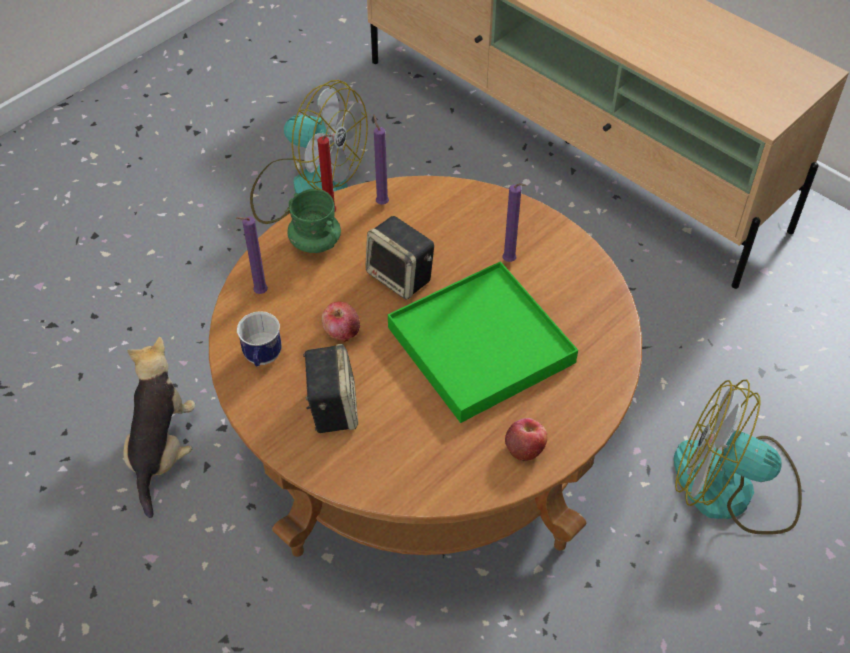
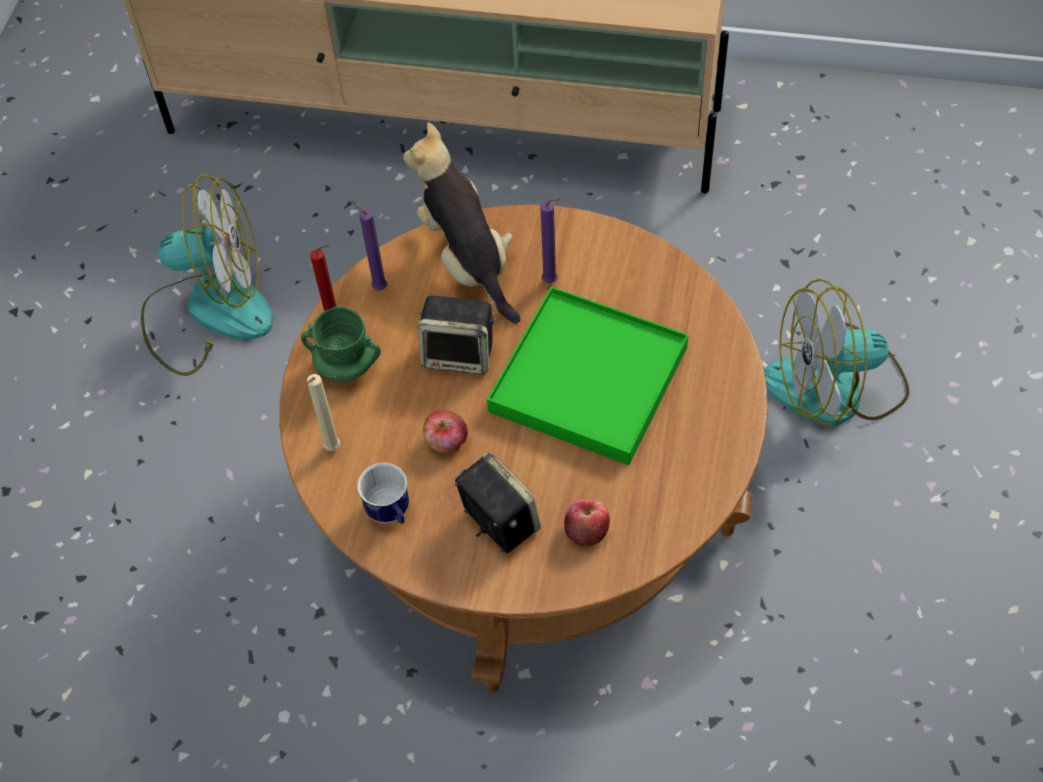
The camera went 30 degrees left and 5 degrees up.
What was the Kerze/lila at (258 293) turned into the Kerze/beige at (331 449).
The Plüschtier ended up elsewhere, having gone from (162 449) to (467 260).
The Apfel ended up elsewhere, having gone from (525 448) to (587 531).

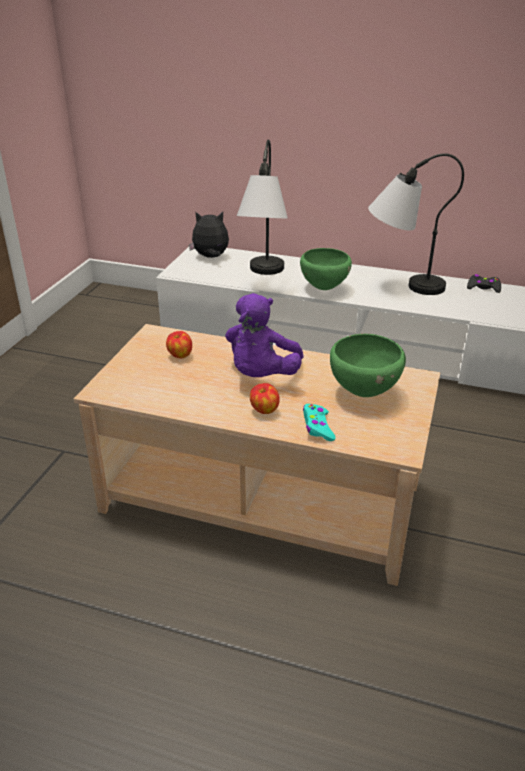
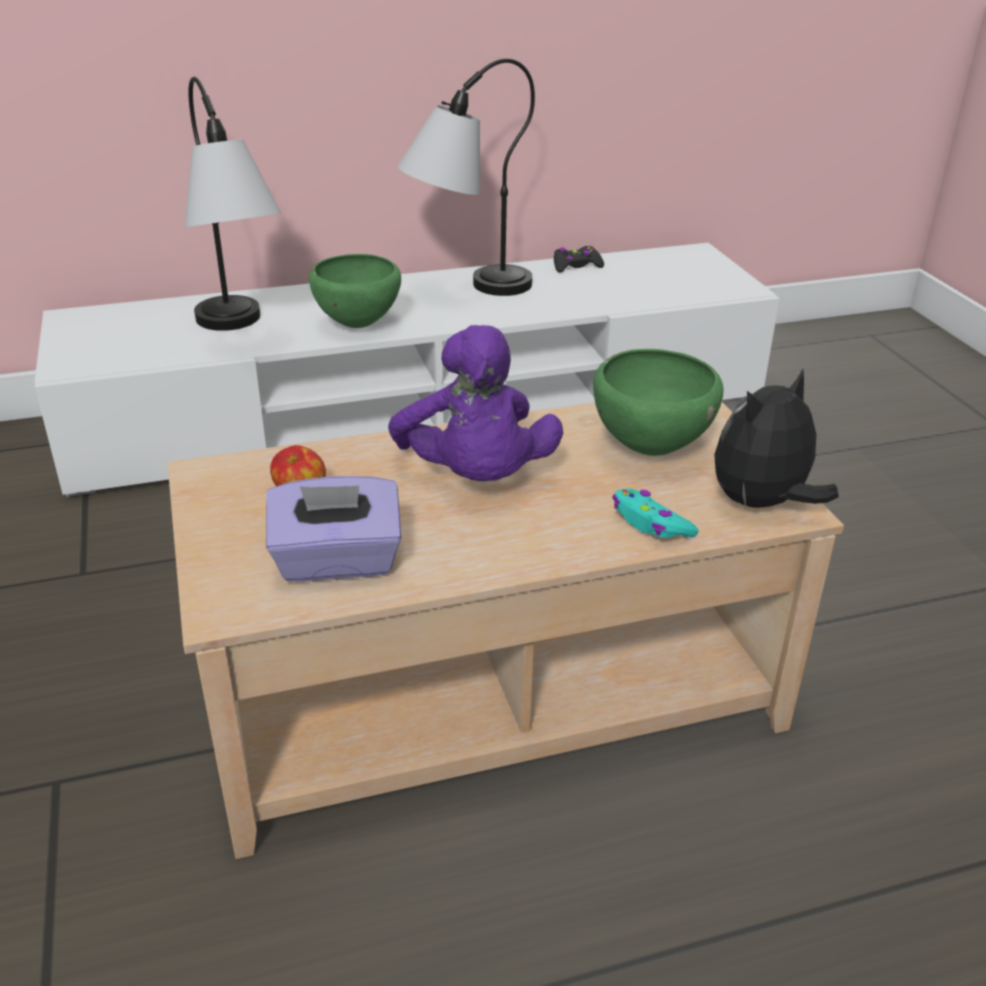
The camera went 35 degrees left and 0 degrees up.
The Plüschtier ended up elsewhere, having gone from (211 257) to (762 504).
The second view lost the Apfel at (264 410).
The second view gained the Taschentuchbox/lila at (337 562).

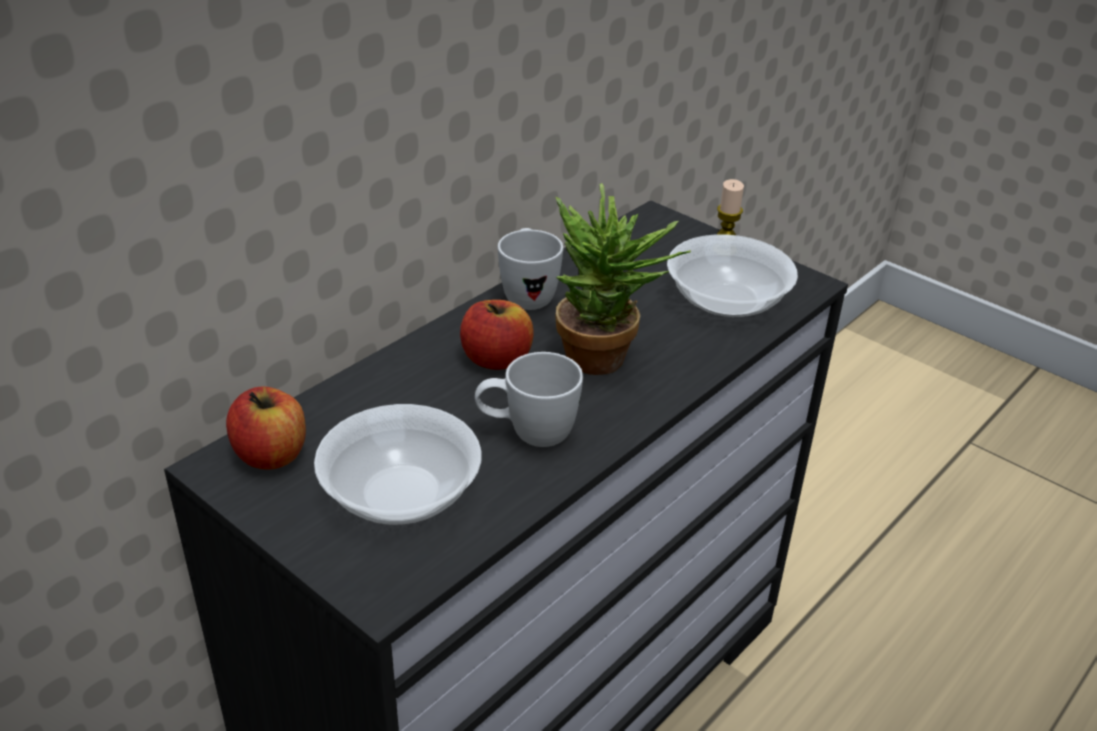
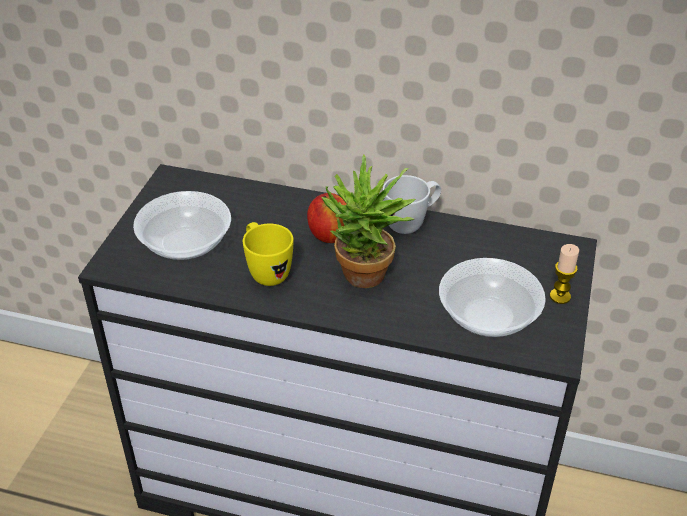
The camera went 65 degrees right and 5 degrees up.
What was the Henkelbecher/weiß at (527 435) turned into the Henkelbecher/gelb at (266 271).
The second view lost the Apfel at (271 455).

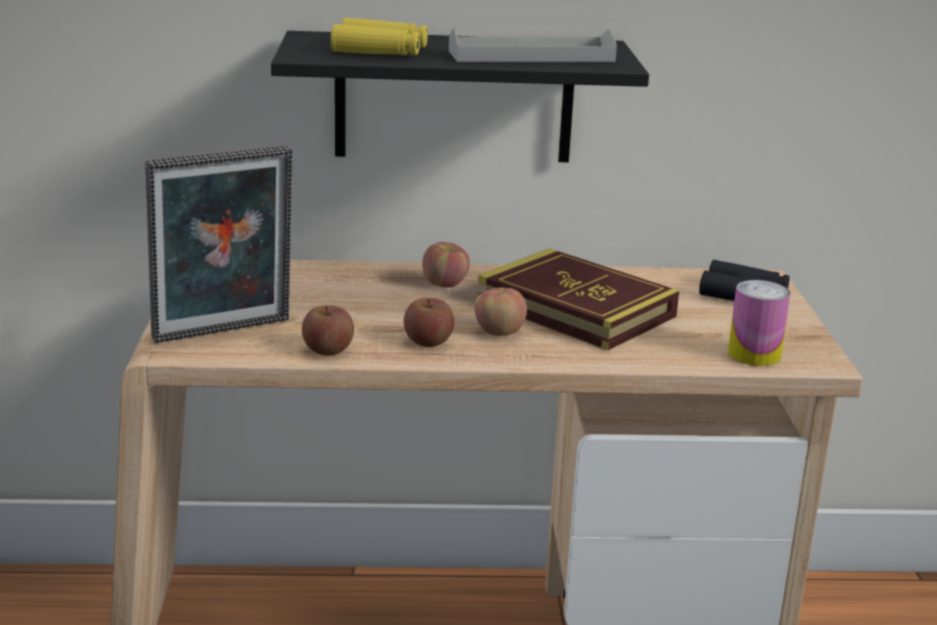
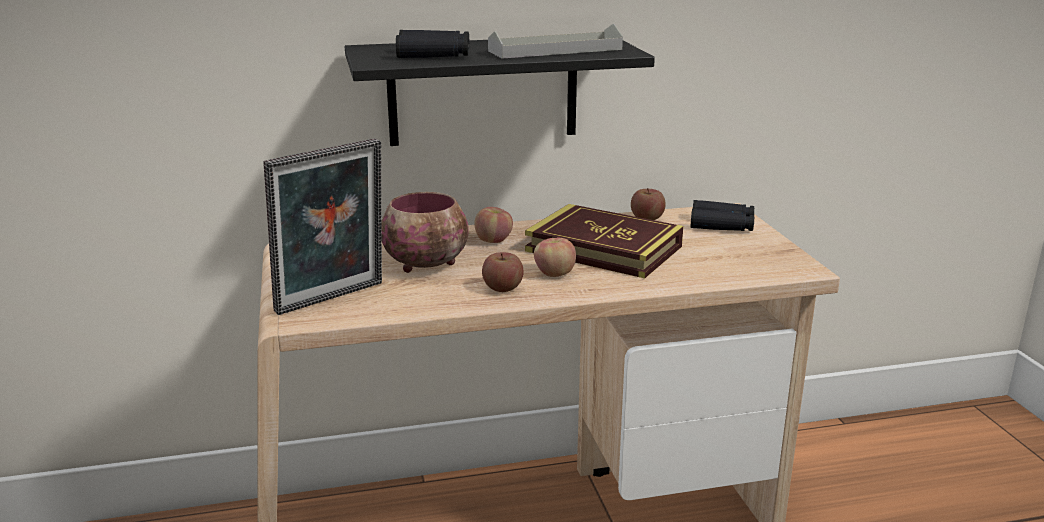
The camera went 10 degrees left and 0 degrees up.
What was the Fernglas/gelb at (380 50) turned into the Fernglas/schwarz at (434 54).
The second view lost the Dose at (754 354).
The Apfel ended up elsewhere, having gone from (328 350) to (647 218).
The second view gained the Schüssel at (428 265).

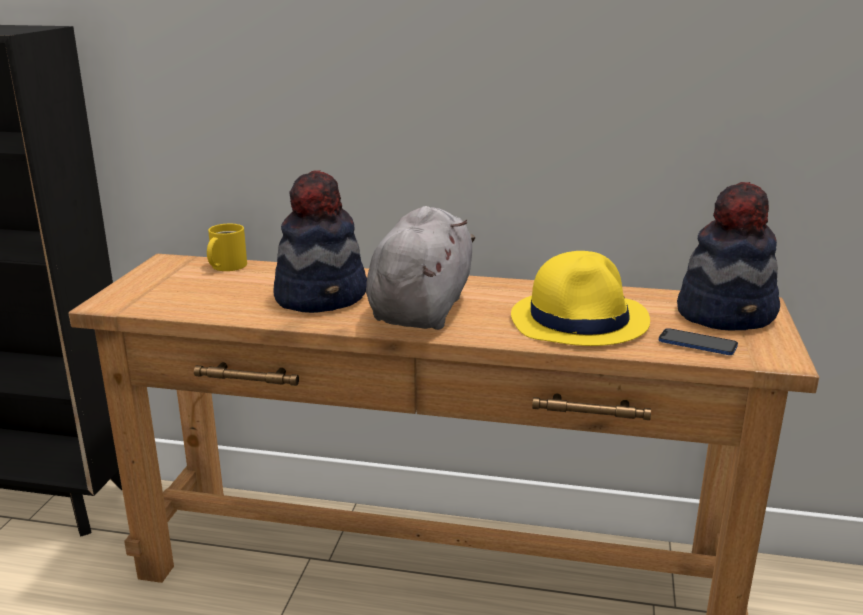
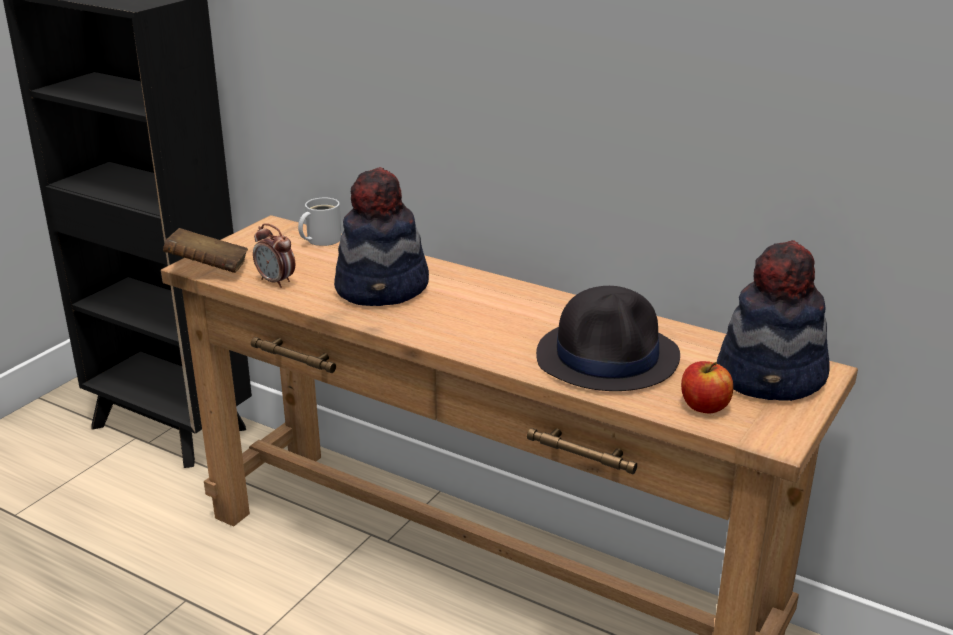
The camera went 20 degrees right and 5 degrees up.
The second view lost the Plüschtier/grau at (422 308).
What was the Henkelbecher/gelb at (226 266) turned into the Henkelbecher/weiß at (320 239).
What was the Hut/gelb at (580 320) turned into the Hut/schwarz at (608 357).
Where the Handy stood at (697 344), the Apfel came to stand at (704 406).
The second view gained the Wecker at (276 282).
The second view gained the Buch/braun at (208 269).

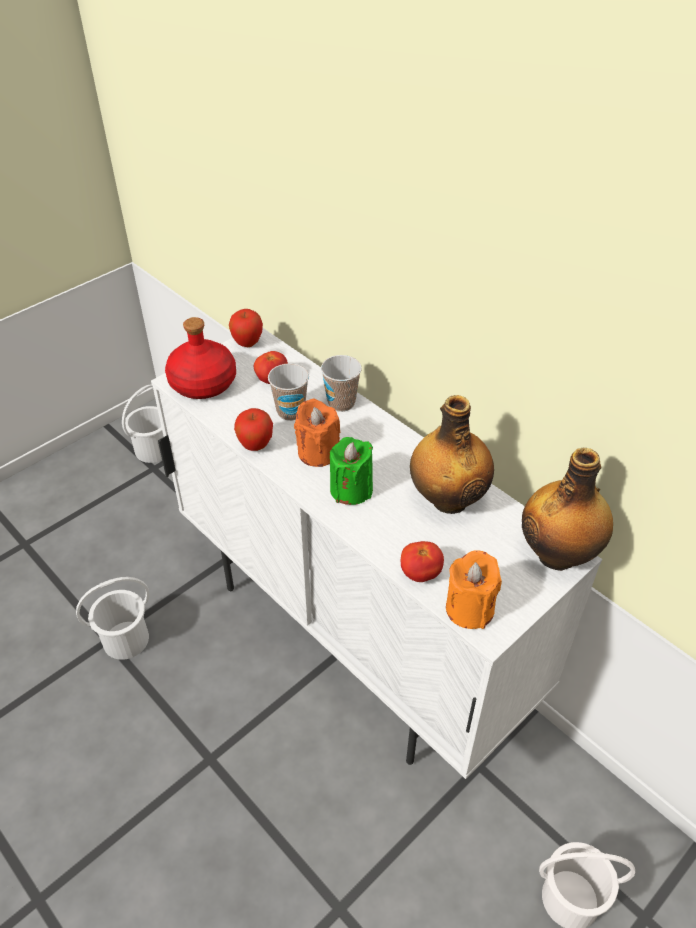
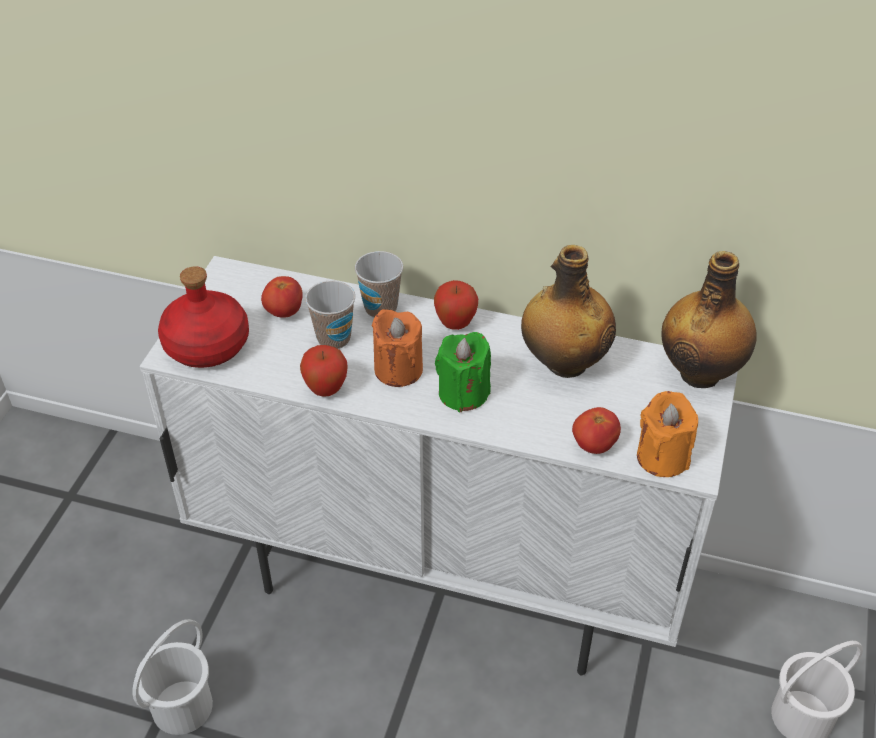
The camera went 30 degrees left and 0 degrees up.
The Apfel ended up elsewhere, having gone from (247 343) to (455 324).
The second view lost the Eimer/weiß at (154 450).

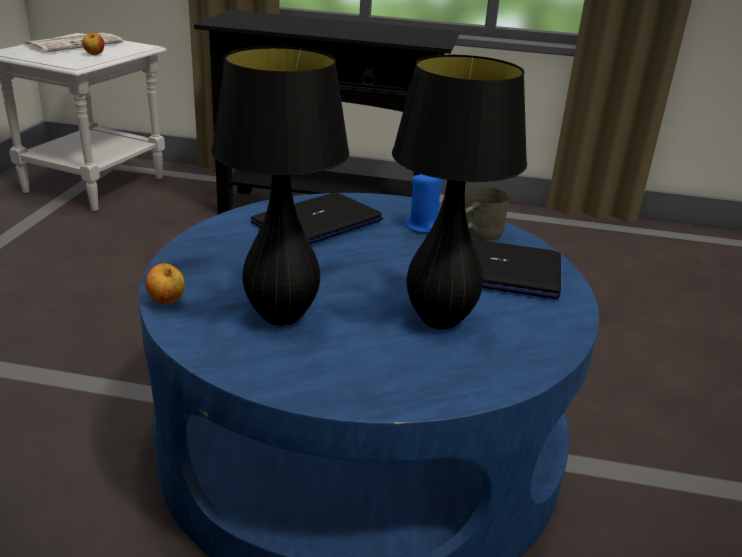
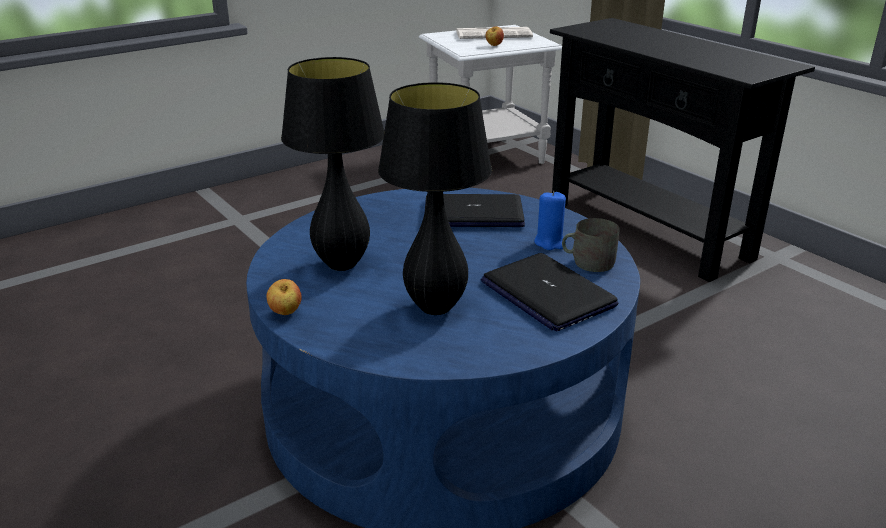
The camera went 45 degrees right and 0 degrees up.
The Apfel ended up elsewhere, having gone from (167 302) to (285 313).

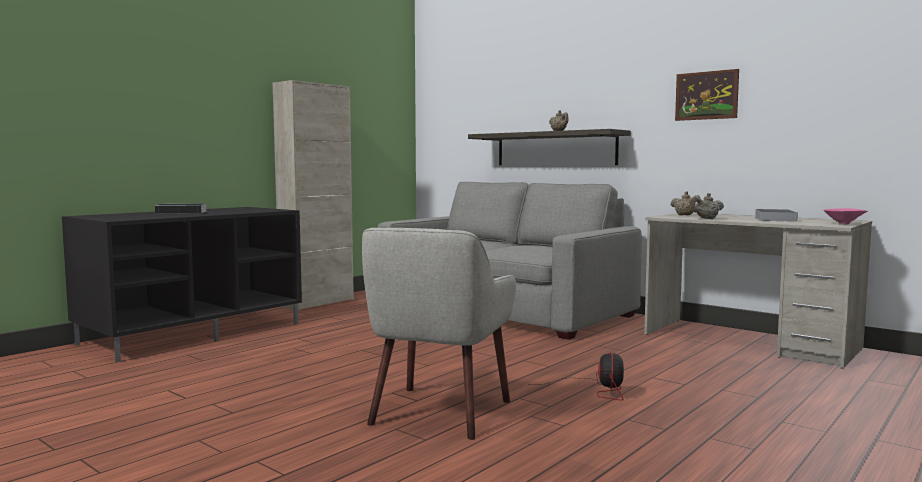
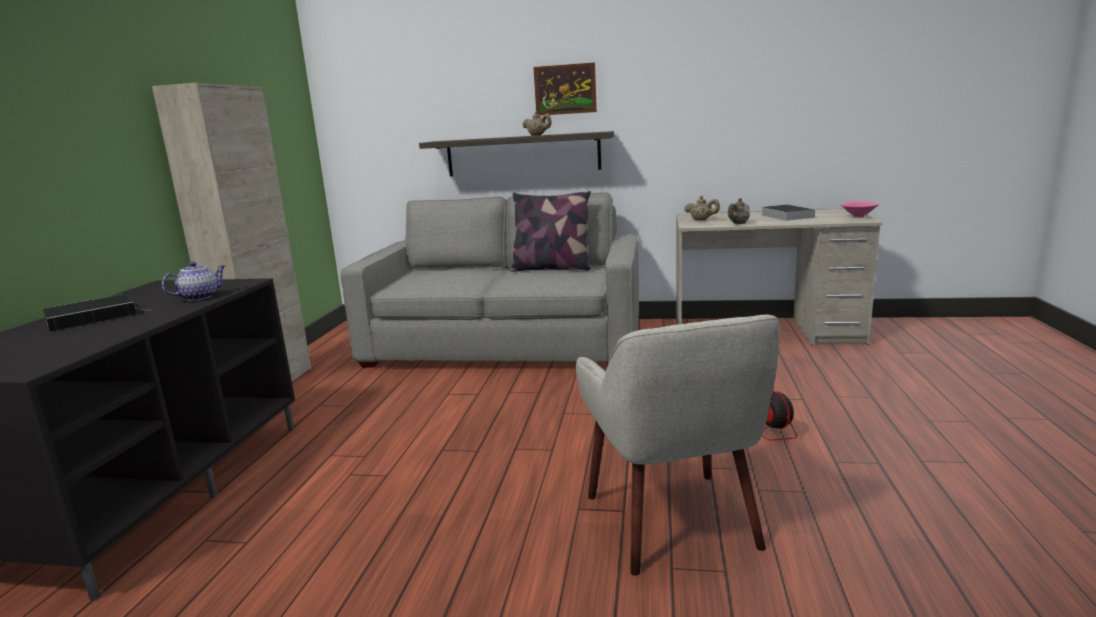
The camera went 30 degrees left and 10 degrees up.
The Bild ended up elsewhere, having gone from (706 95) to (565 89).
The second view gained the Kissen at (551 268).
The second view gained the Teekanne at (200 297).

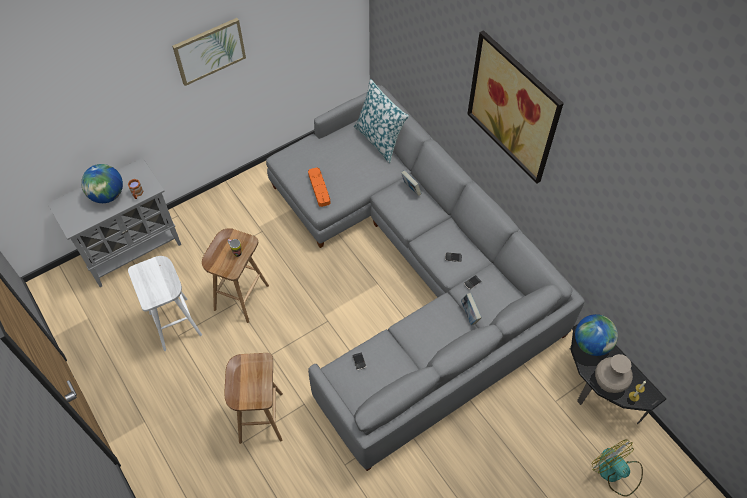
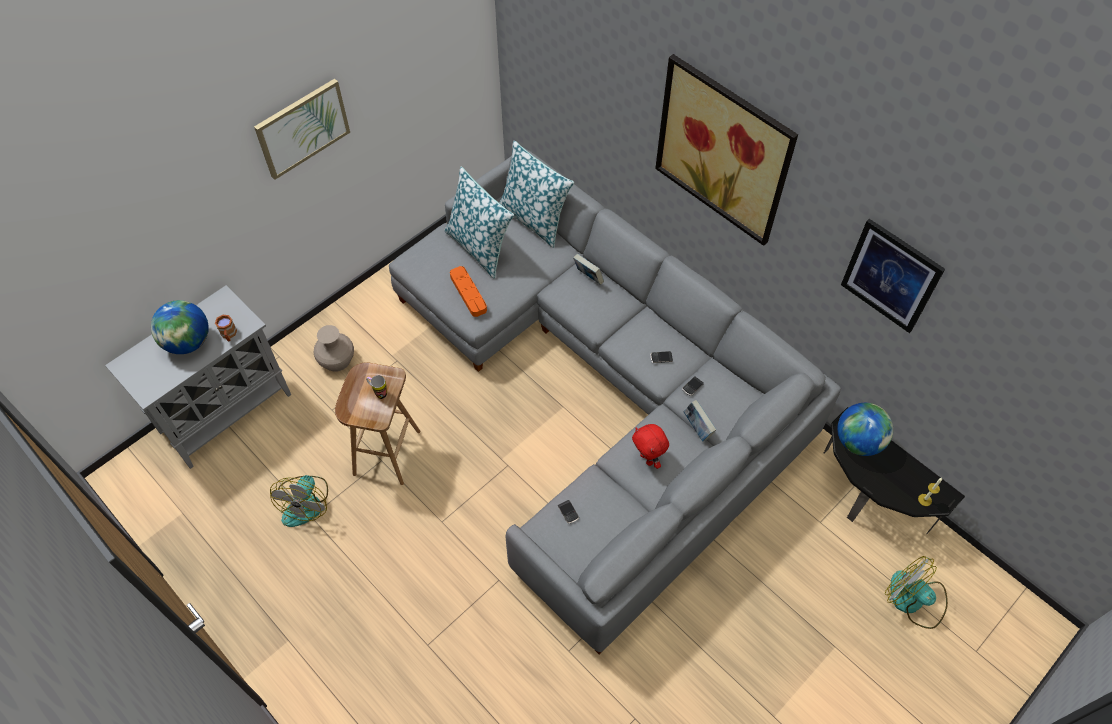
The camera went 10 degrees left and 0 degrees up.
Where the Hocker/weiß stood at (176 324), the Ventilator came to stand at (306 502).
The second view lost the Hocker/braun at (260 417).
The Vase/beige ended up elsewhere, having gone from (609 381) to (337 360).
The second view gained the Kissen at (480 247).
The second view gained the Bild at (891 276).
The second view gained the Plüschtier/rot at (647 459).

